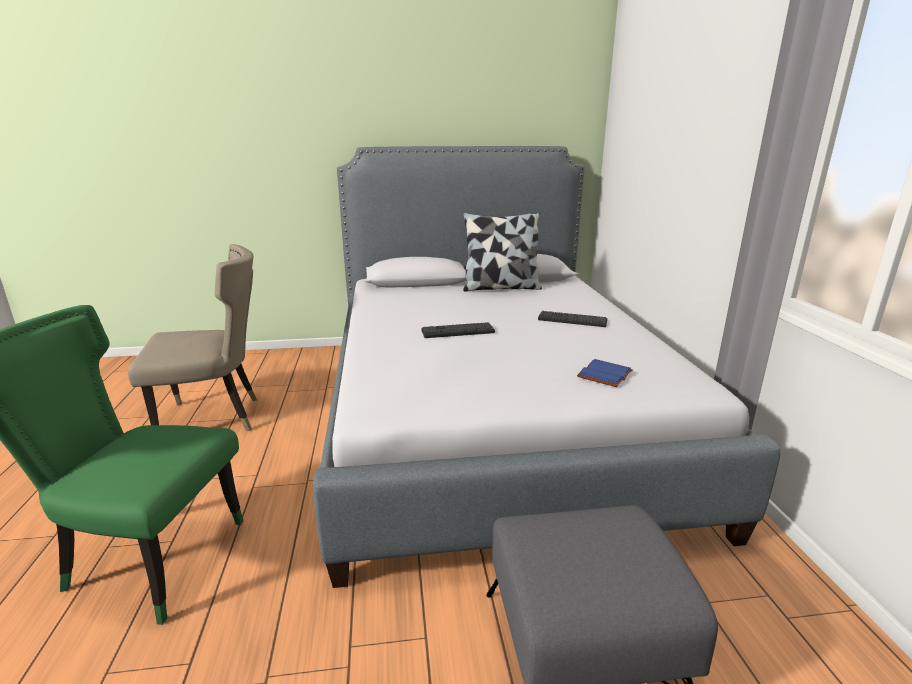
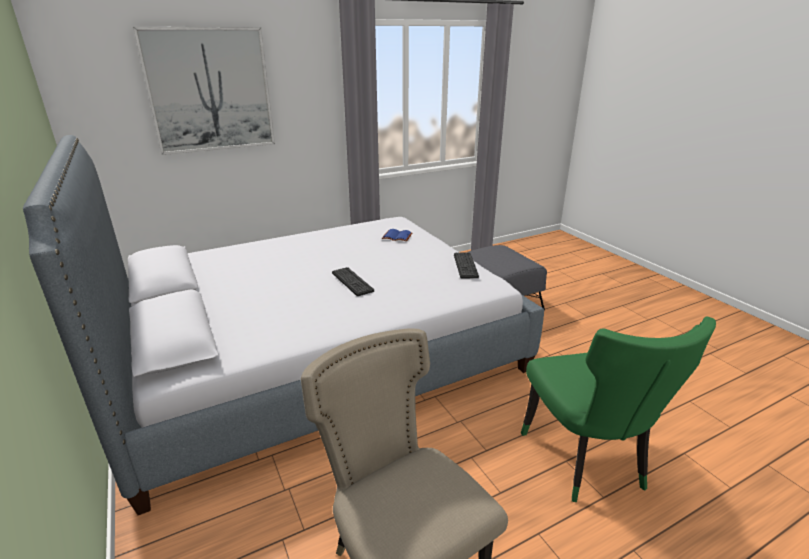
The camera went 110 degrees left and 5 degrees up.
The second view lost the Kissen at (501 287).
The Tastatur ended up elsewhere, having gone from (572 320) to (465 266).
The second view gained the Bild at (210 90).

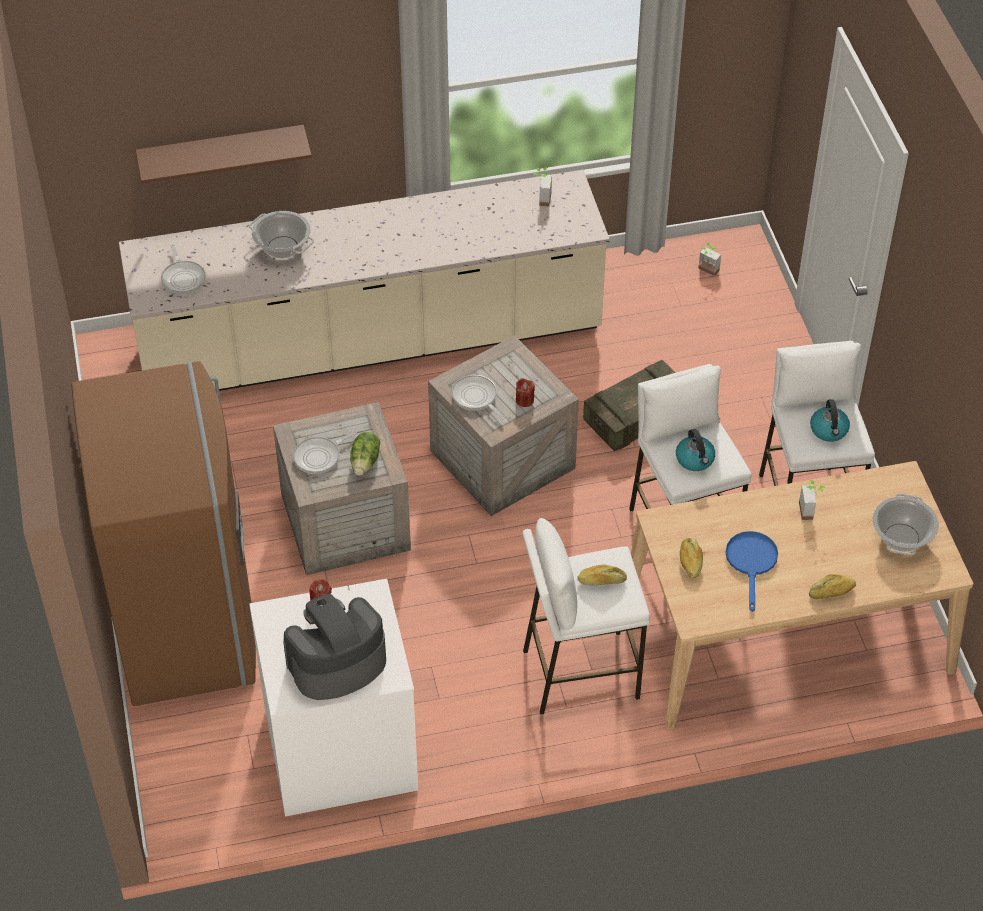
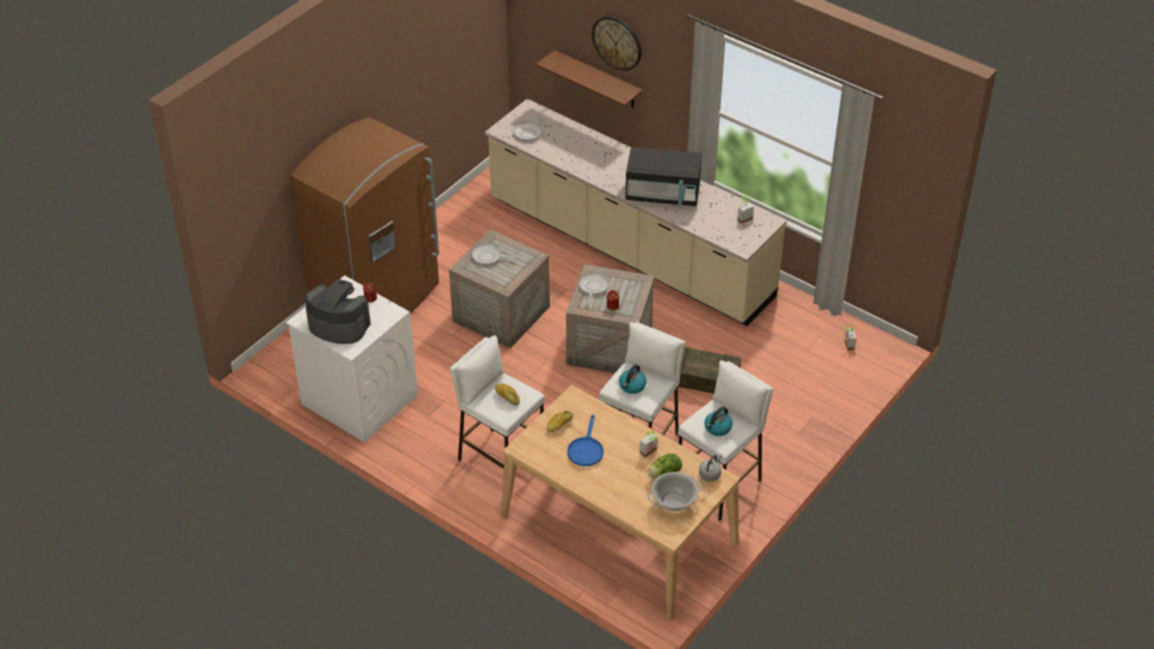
The camera went 50 degrees right and 5 degrees down.
The second view lost the Kochtopf at (283 247).
The Salatkopf ended up elsewhere, having gone from (365 462) to (665 473).
The Pfanne/blau at (751 563) ended up facing another way, 135 degrees clockwise from before.
The second view lost the Brot at (831 592).
The second view gained the Wanduhr at (617 42).
The second view gained the Mikrowelle/schwarz at (663 194).
The second view gained the Wasserkessel/grau at (710 474).

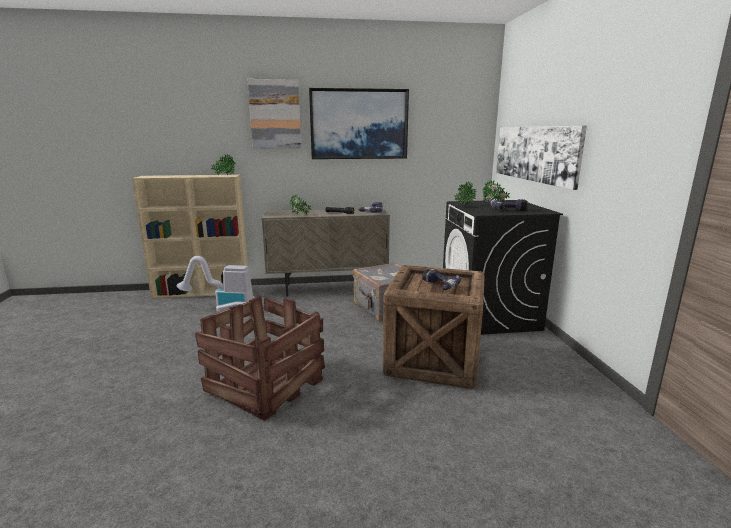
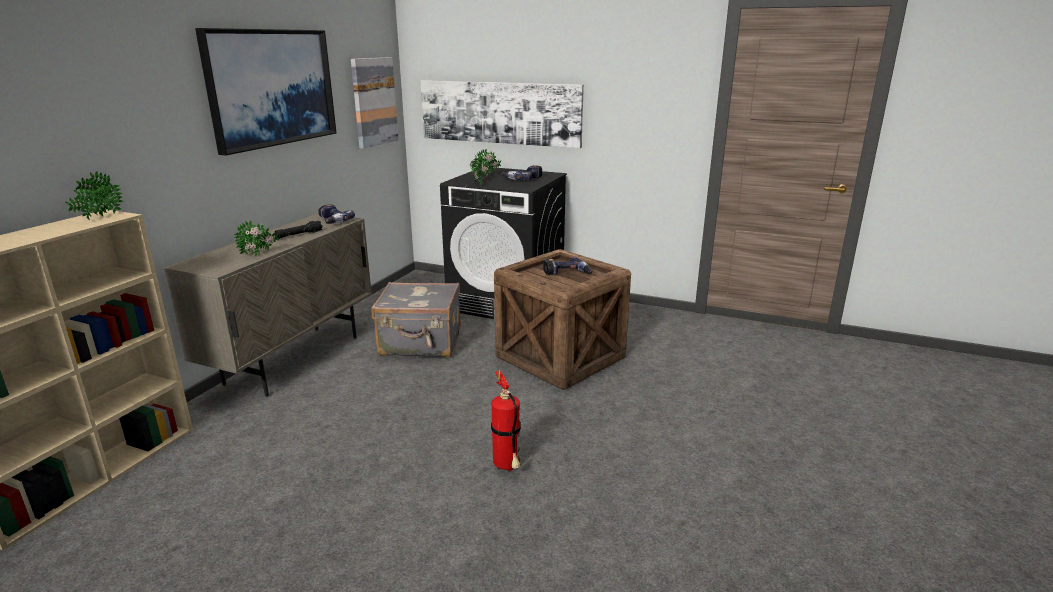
The camera went 60 degrees left and 5 degrees up.
The Bild ended up elsewhere, having gone from (275 114) to (374 102).
The second view lost the Staubsauger at (223 309).
Where the Kiste stood at (267 384), the Feuerlöscher came to stand at (507 467).

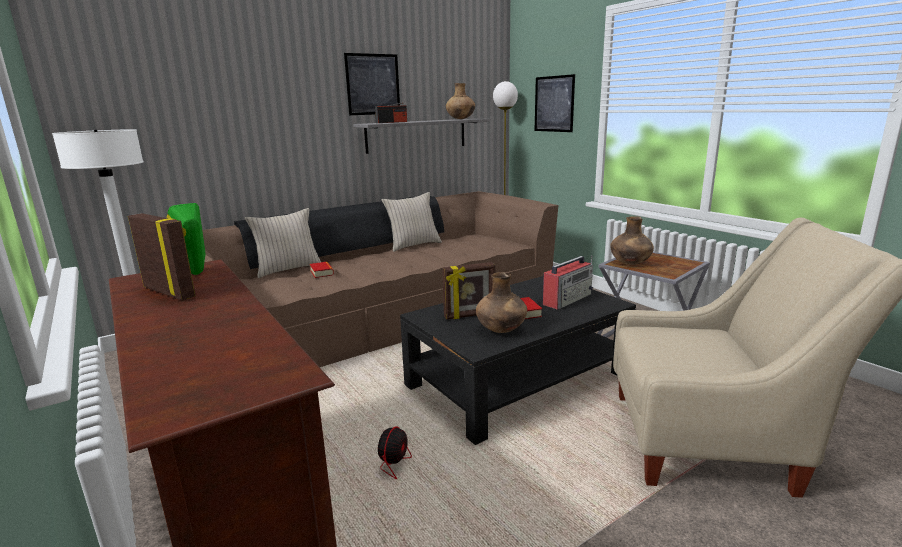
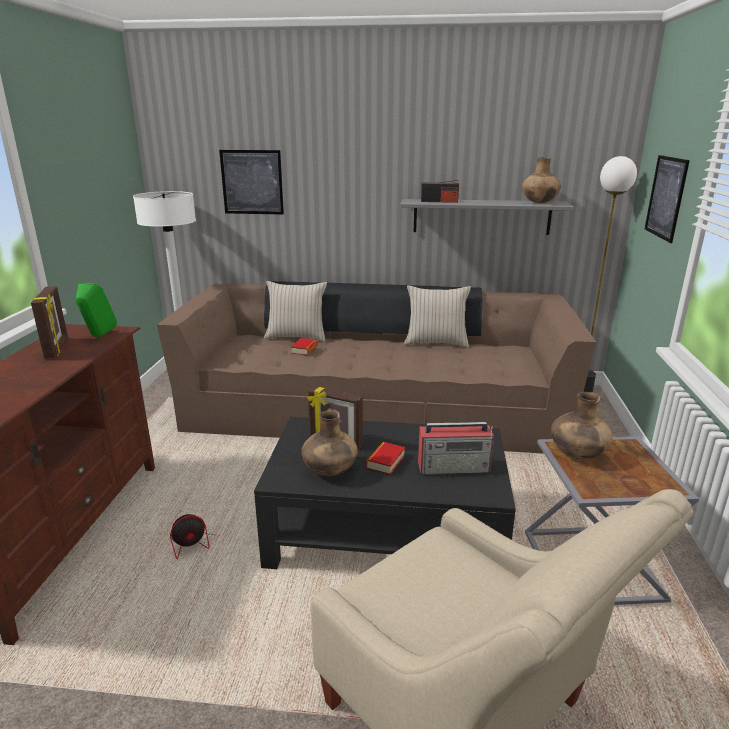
The camera went 40 degrees right and 5 degrees up.
The Bild ended up elsewhere, having gone from (373 84) to (252 182).

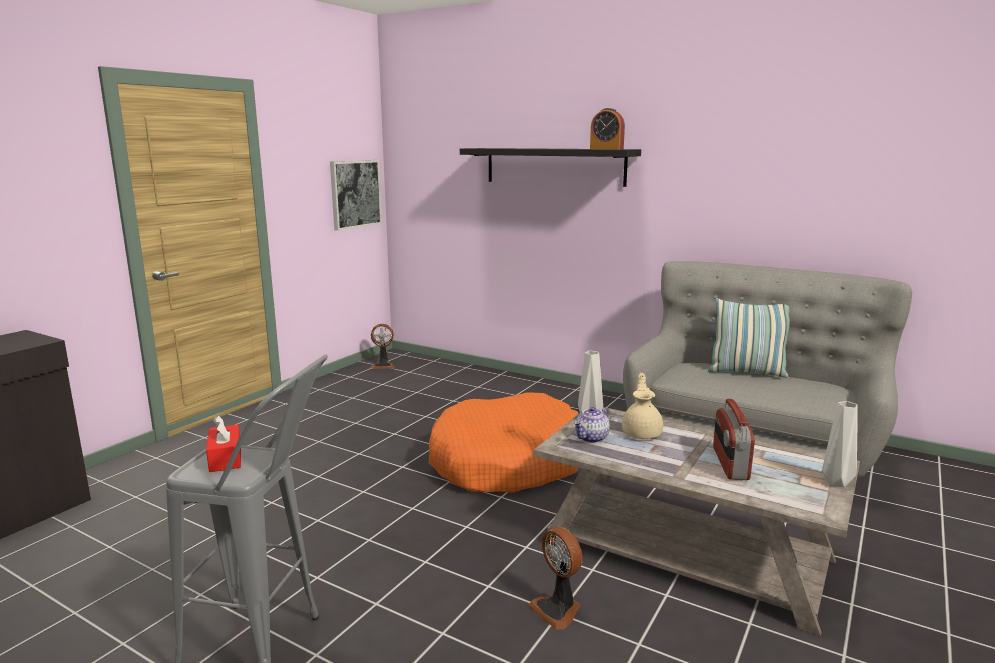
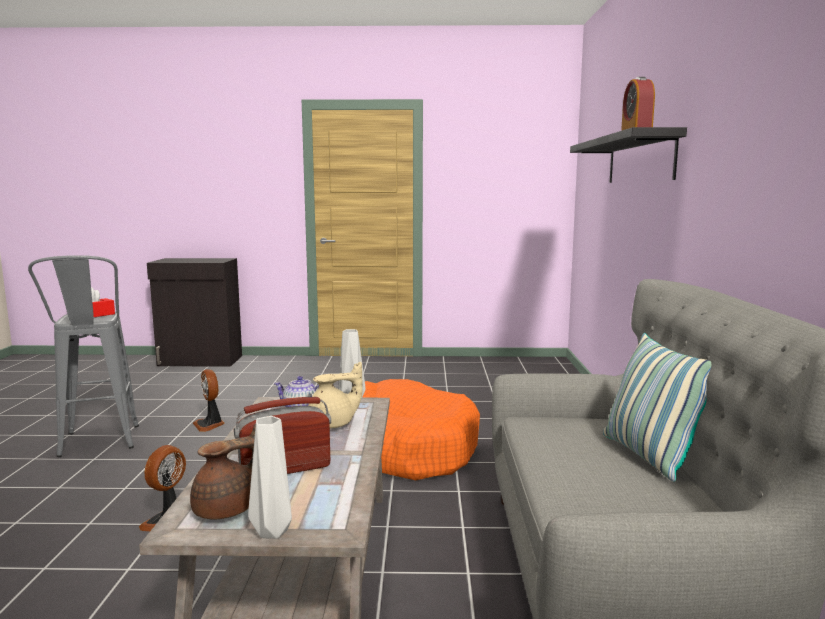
The camera went 60 degrees right and 5 degrees down.
The second view lost the Bild at (355 194).
The Ventilator ended up elsewhere, having gone from (383 365) to (210 425).
The second view gained the Teekanne/braun at (228 509).

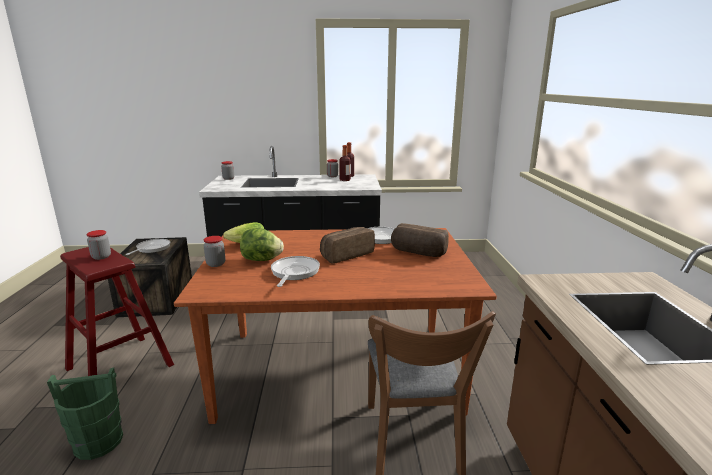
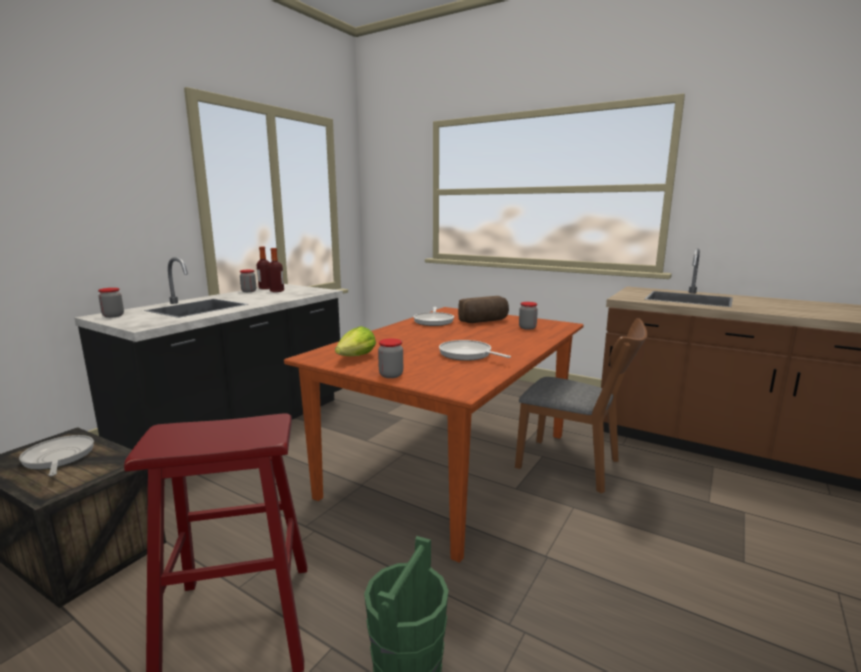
The camera went 55 degrees left and 5 degrees down.
The second view lost the Brot at (346 254).
The second view lost the Salatkopf at (261 260).
The Vorratsglas ended up elsewhere, having gone from (101 257) to (527 328).

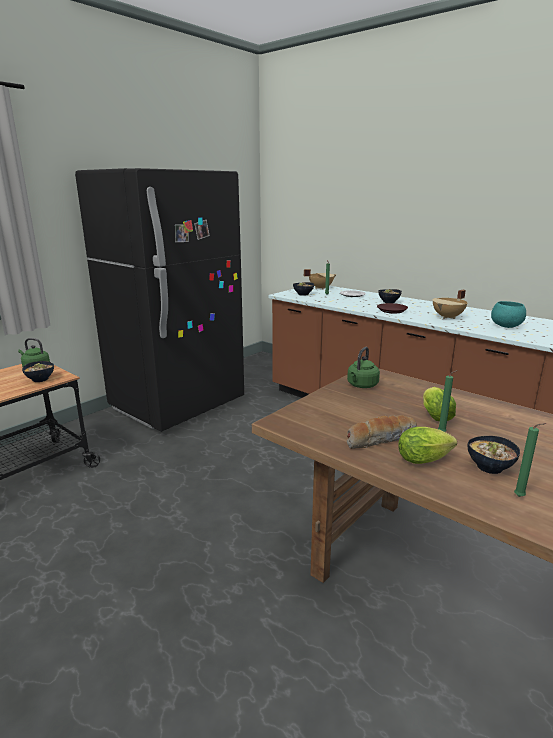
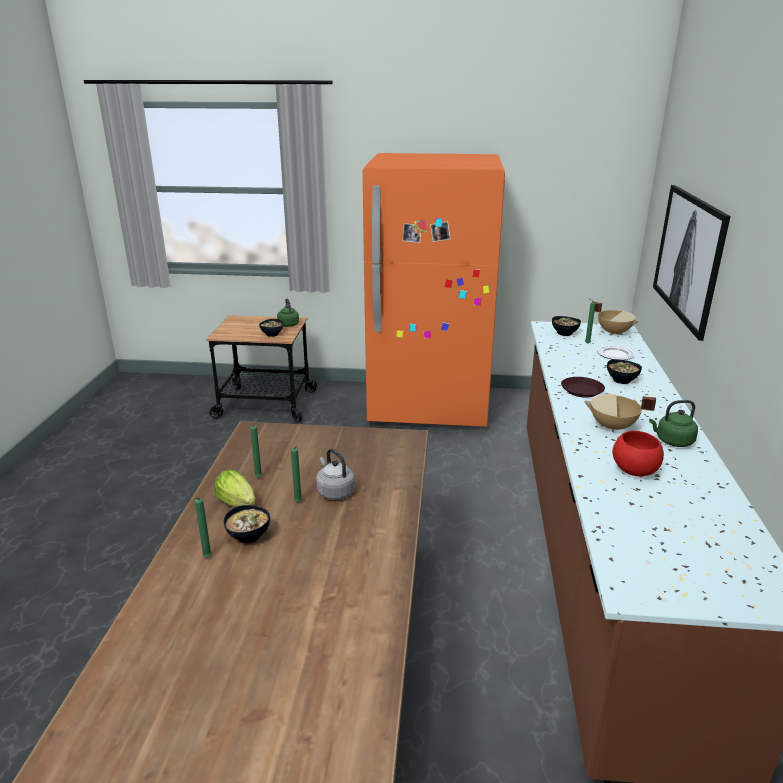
The camera went 55 degrees right and 5 degrees up.
What was the Kühlschrank/schwarz at (178 404) turned into the Kühlschrank/orange at (429 407).
What was the Schüssel/türkis at (506 326) turned into the Schüssel/rot at (633 471).
The Wasserkessel/grün ended up elsewhere, having gone from (361 385) to (672 441).
Where the Salatkopf stood at (434 415), the Wasserkessel/grau came to stand at (334 491).
Where the Brot stood at (380 439), the Kerze/grün came to stand at (259 477).
The second view gained the Bild at (688 257).

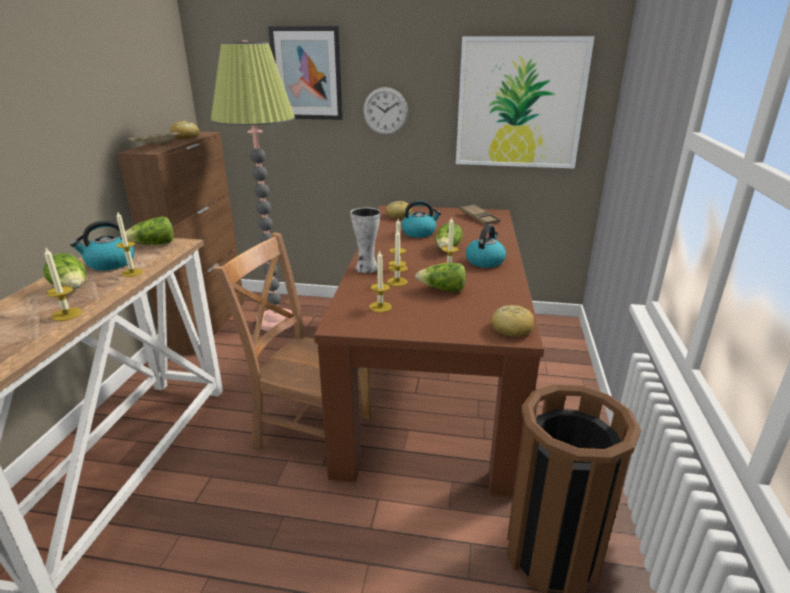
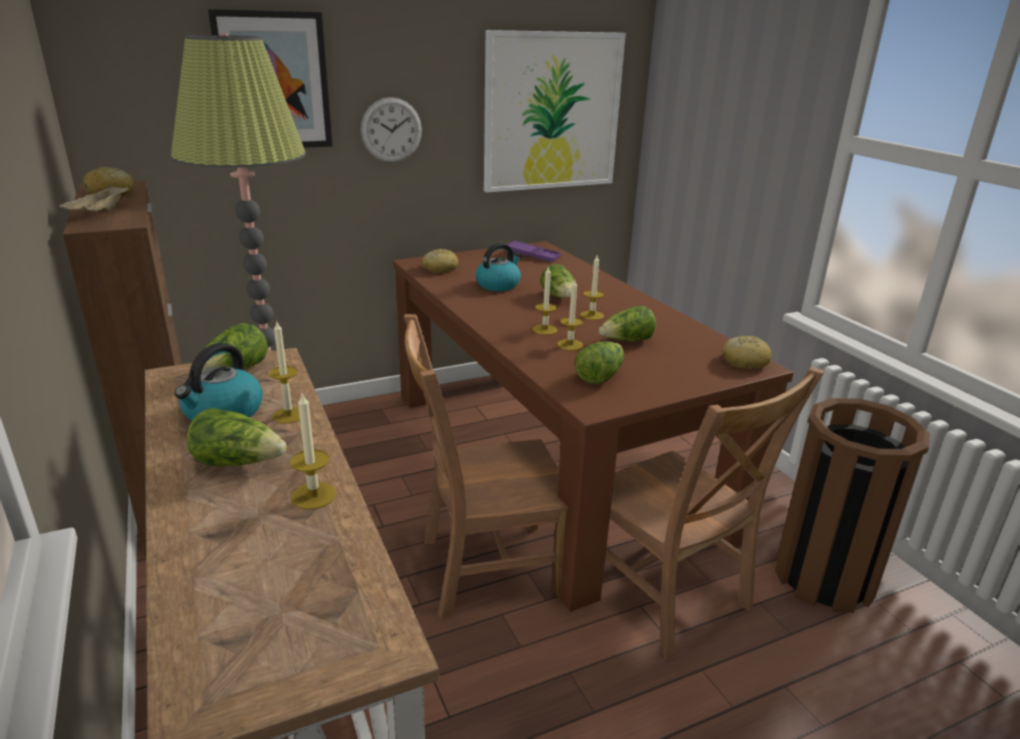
The camera went 35 degrees left and 0 degrees up.
What was the Tablett/braun at (479 218) turned into the Tablett/lila at (532 255).
The second view lost the Vase at (365 268).
The second view lost the Wasserkessel at (485 261).
Where the Kerze stood at (380 307), the Salatkopf came to stand at (599 376).
The second view gained the Stuhl/braun at (668 597).

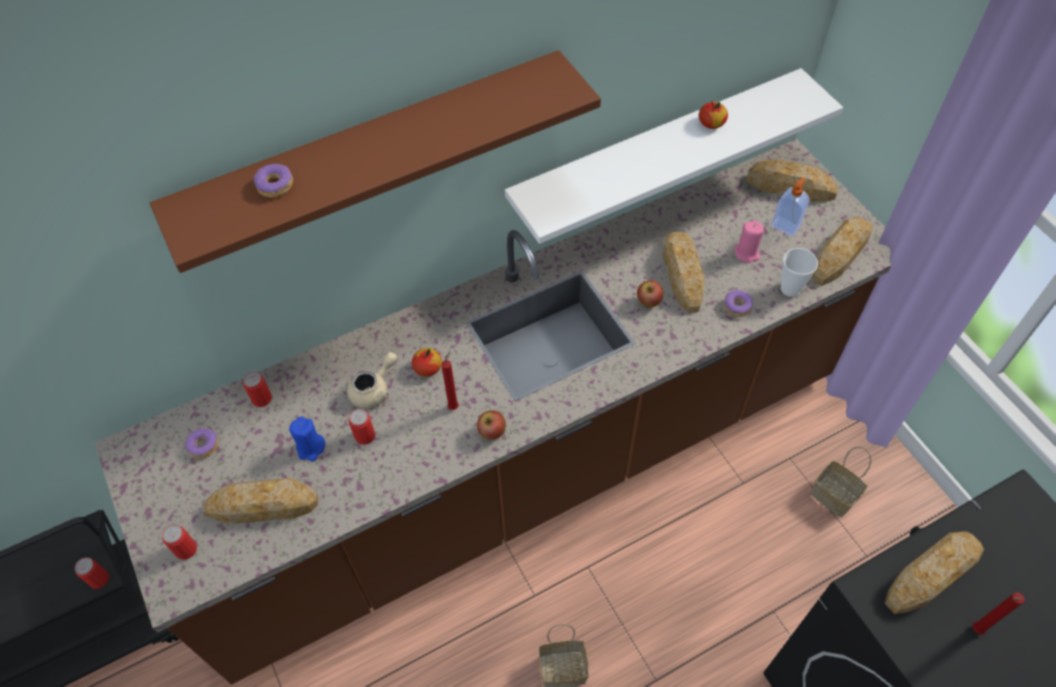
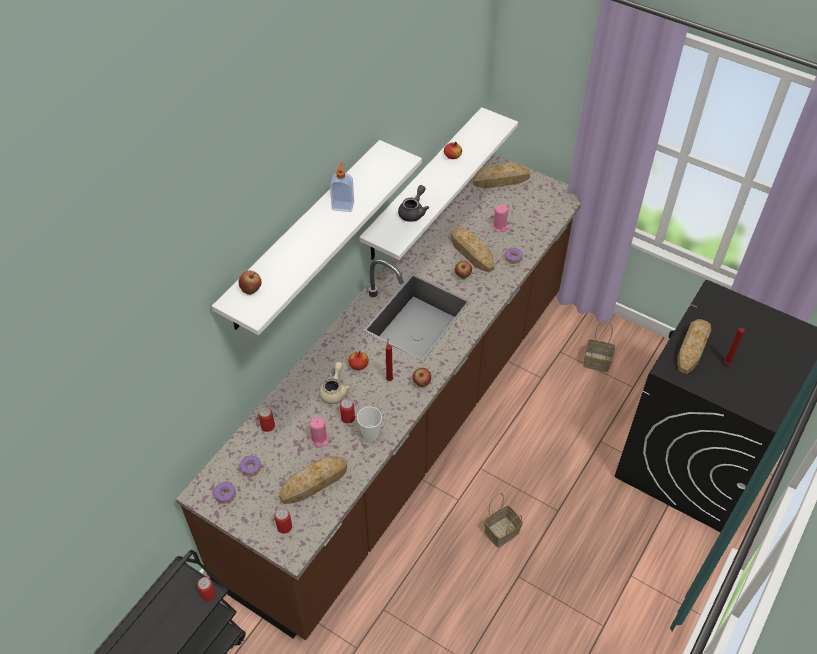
The camera went 30 degrees left and 5 degrees down.
What was the Wandregal/braun at (373 154) turned into the Wandregal/weiß at (304 236).
The Donut ended up elsewhere, having gone from (275 186) to (225 495).
The Seifenspender ended up elsewhere, having gone from (786 226) to (343 205).
The second view lost the Brot at (840 254).
The Tasse ended up elsewhere, having gone from (790 289) to (370 435).
What was the Kerze/blau at (311 448) turned into the Kerze/rosa at (319 439).
The second view gained the Teekanne/grau at (413 211).
The second view gained the Apfel at (251 290).

